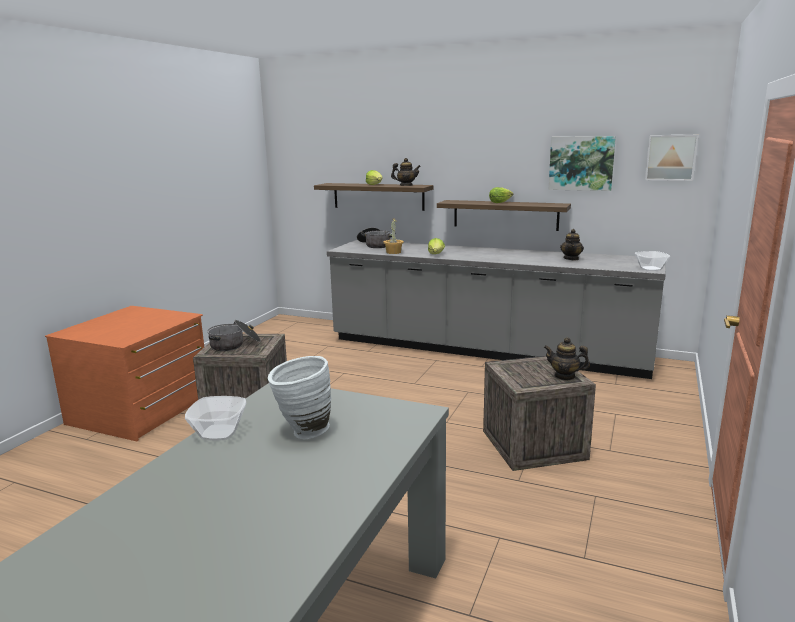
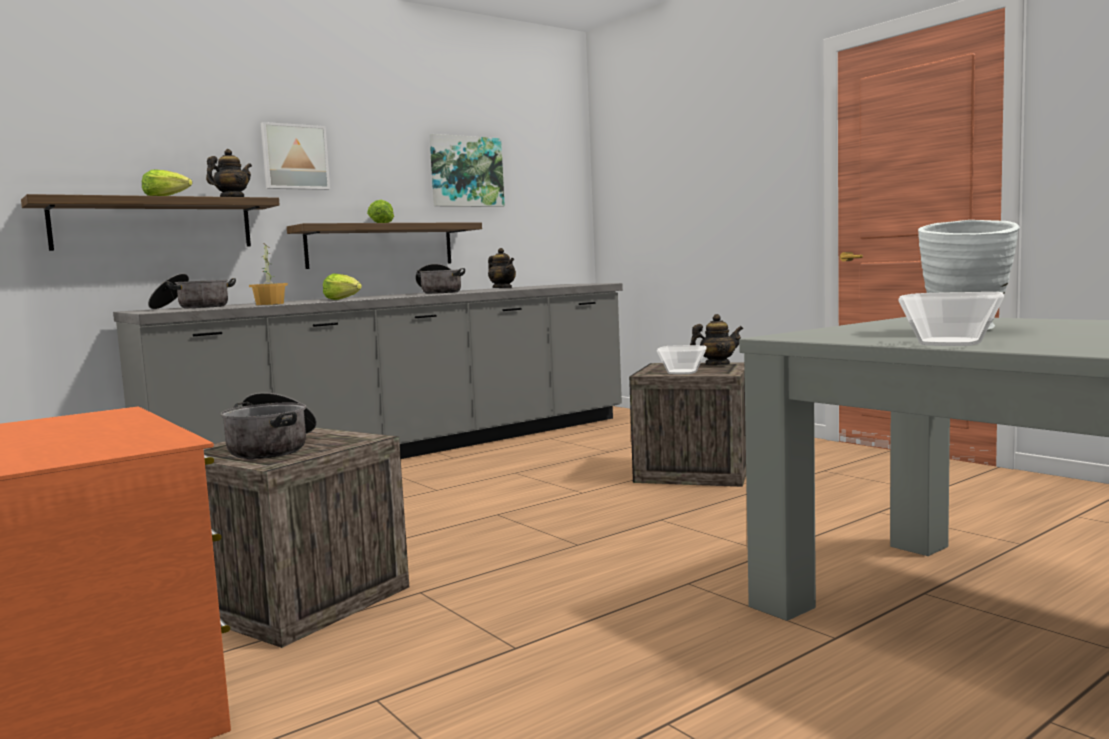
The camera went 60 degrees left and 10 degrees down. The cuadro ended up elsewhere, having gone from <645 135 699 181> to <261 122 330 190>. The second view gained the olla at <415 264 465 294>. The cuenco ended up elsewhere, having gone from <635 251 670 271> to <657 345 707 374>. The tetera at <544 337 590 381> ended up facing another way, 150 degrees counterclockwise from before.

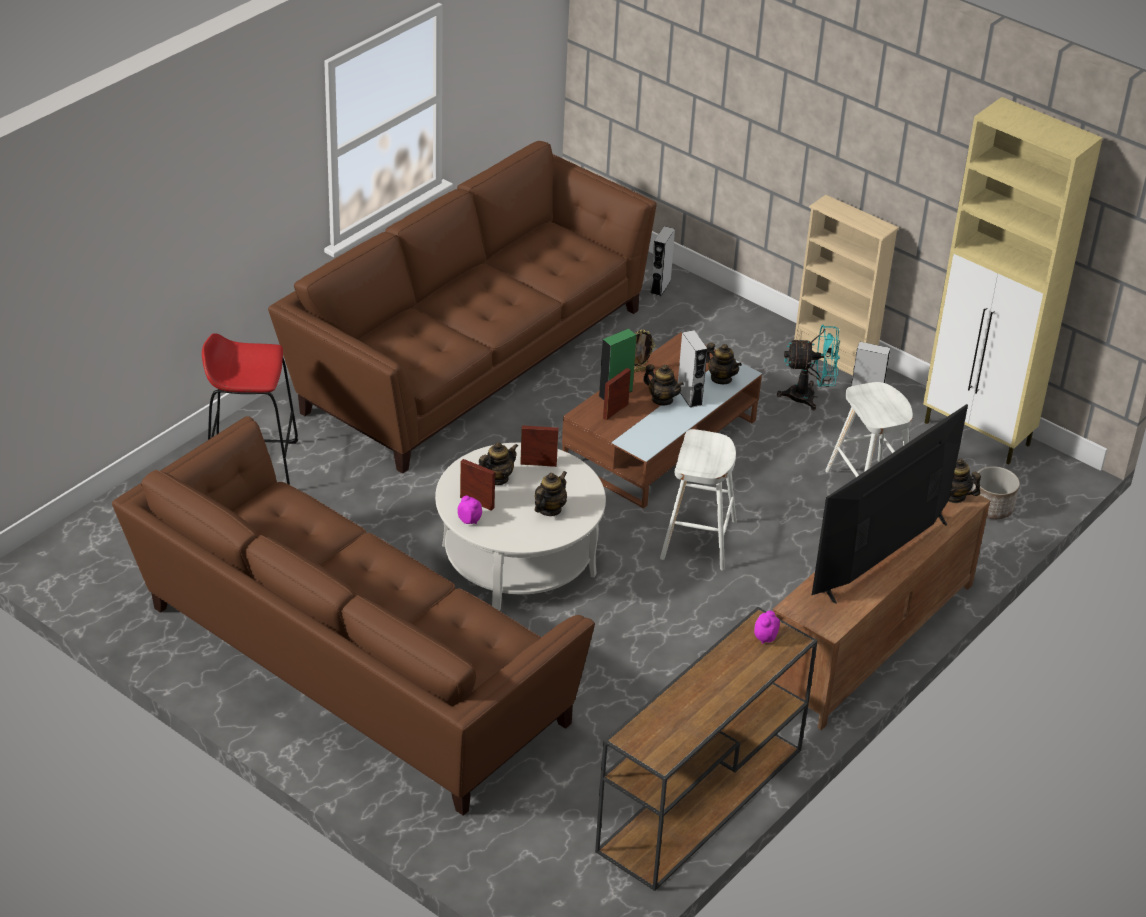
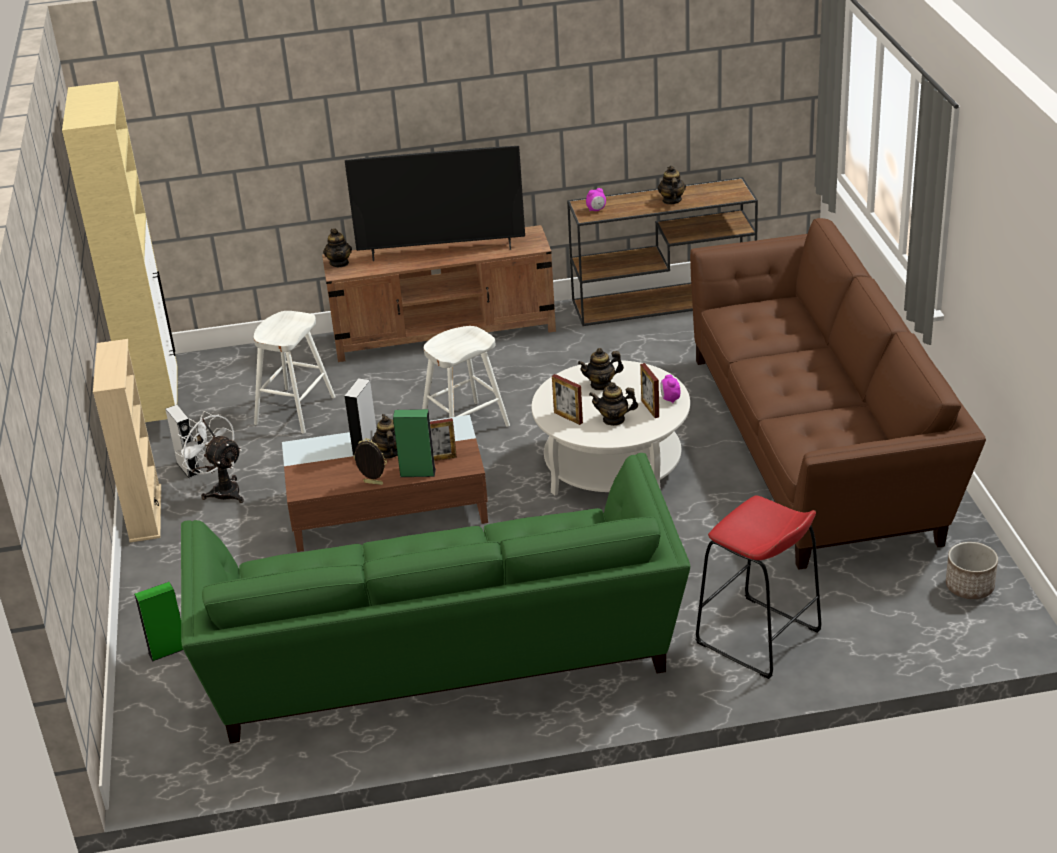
The camera went 135 degrees left and 5 degrees down. What was the altavoz [gris] at <650 226 675 296> turned into the altavoz [verde] at <134 582 183 662>. What was the ventilador [turquesa] at <777 325 840 410> turned into the ventilador [blanco] at <175 411 244 503>. What was the sofá [marrón] at <268 141 657 474> turned into the sofá [verde] at <181 453 690 744>. The tetera ended up elsewhere, having gone from <706 343 742 384> to <658 166 686 204>. The maceta ended up elsewhere, having gone from <972 466 1020 519> to <946 542 998 599>.

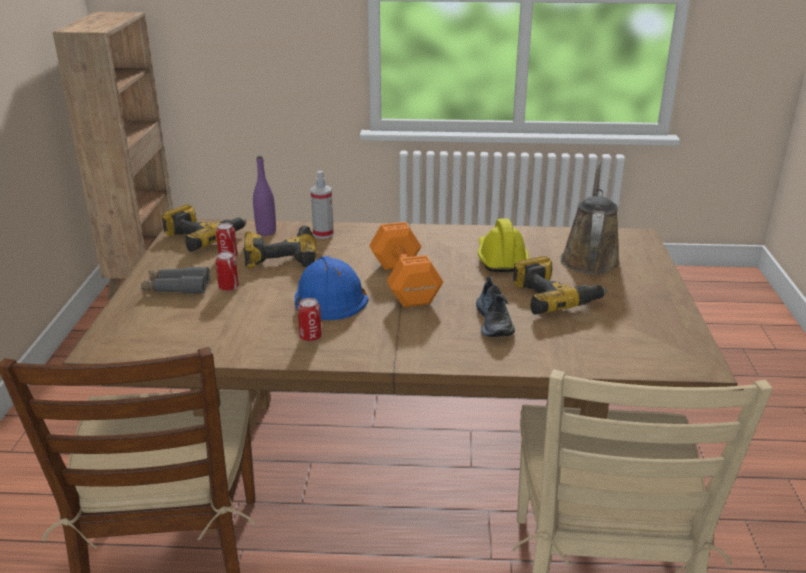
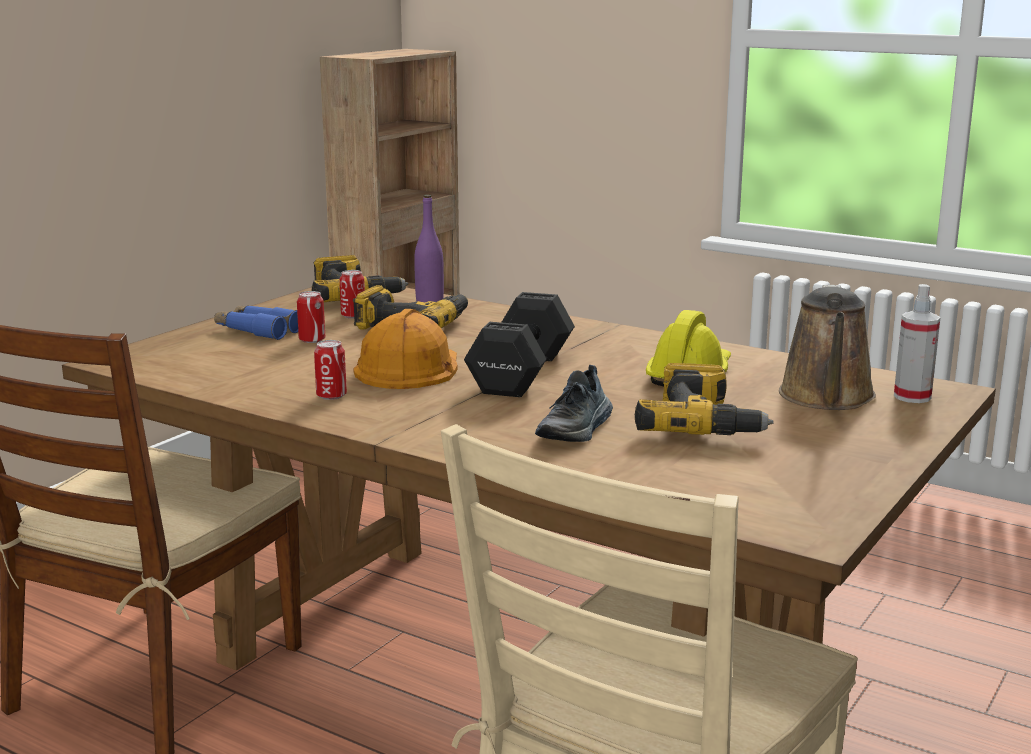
The camera went 30 degrees right and 10 degrees down. What was the prismáticos [gris] at <141 267 210 294> turned into the prismáticos [azul] at <214 305 298 340>. What was the casco [azul] at <295 256 368 320> turned into the casco [naranja] at <353 309 458 389>. What was the mancuerna [naranja] at <369 222 443 307> turned into the mancuerna [negro] at <464 292 575 397>. The regadera [marrón] at <561 162 620 274> ended up facing another way, 150 degrees clockwise from before. The pulverizador ended up elsewhere, having gone from <311 171 334 239> to <894 284 941 403>.

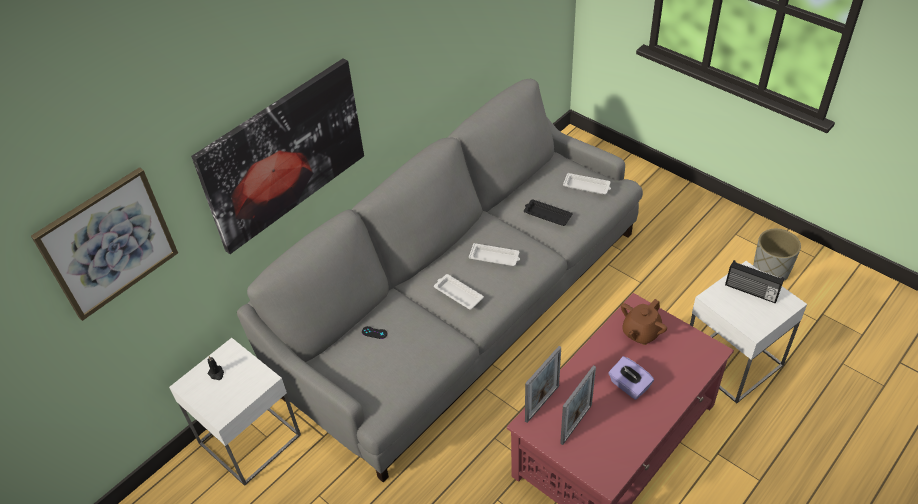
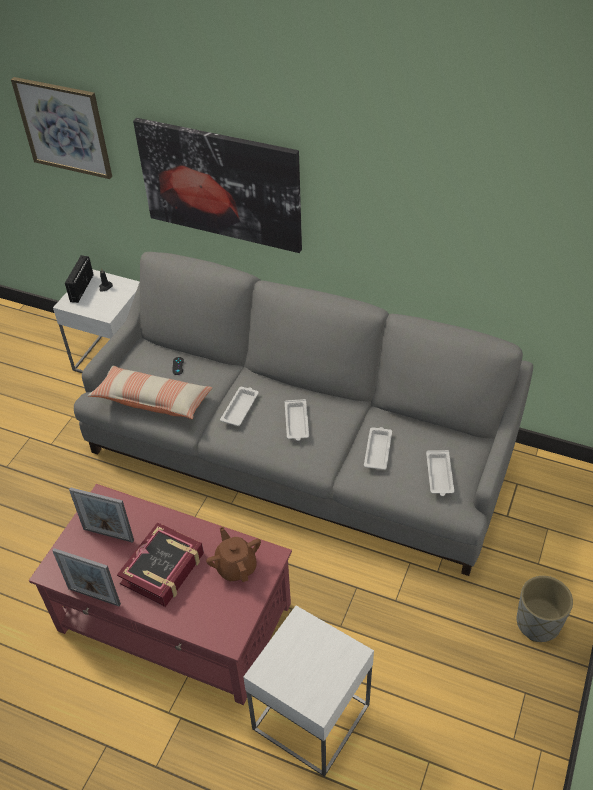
The camera went 70 degrees right and 0 degrees up. The portarretratos ended up elsewhere, having gone from <525 346 561 423> to <52 548 121 606>. The radio ended up elsewhere, having gone from <725 260 784 303> to <65 255 94 303>. The second view gained the cojín at <88 366 212 419>. Where the caja de pañuelos [morado] stood at <608 356 654 400>, the libro came to stand at <117 522 204 607>. The tetera [marrón] at <621 299 667 345> ended up facing another way, 45 degrees clockwise from before. What was the bandeja [negro] at <524 199 573 226> turned into the bandeja [blanco] at <364 427 392 470>. The maceta [gris] ended up elsewhere, having gone from <753 229 801 280> to <517 576 573 642>.

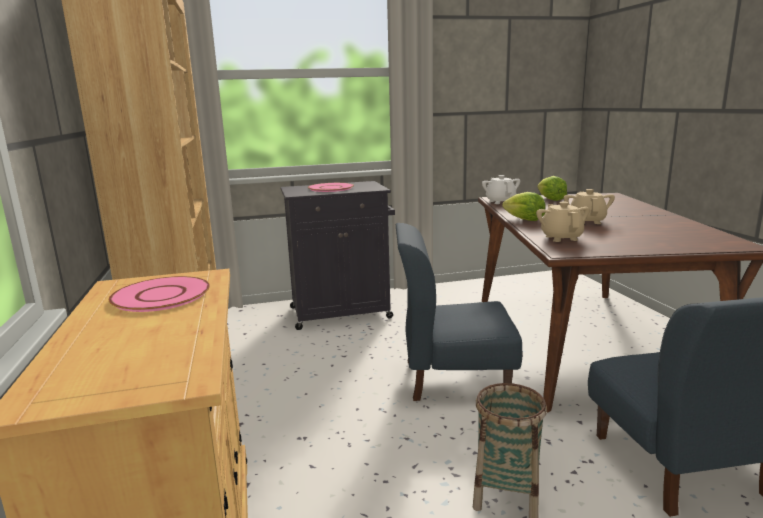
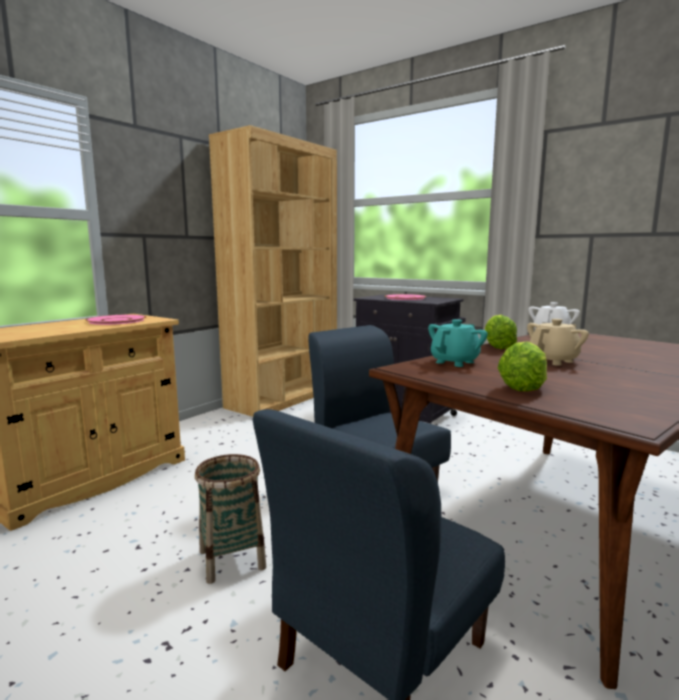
The camera went 50 degrees right and 5 degrees down. What was the tetera [beis] at <536 202 590 242> turned into the tetera [turquesa] at <428 319 488 367>. The lechuga ended up elsewhere, having gone from <537 176 567 201> to <498 341 547 391>.

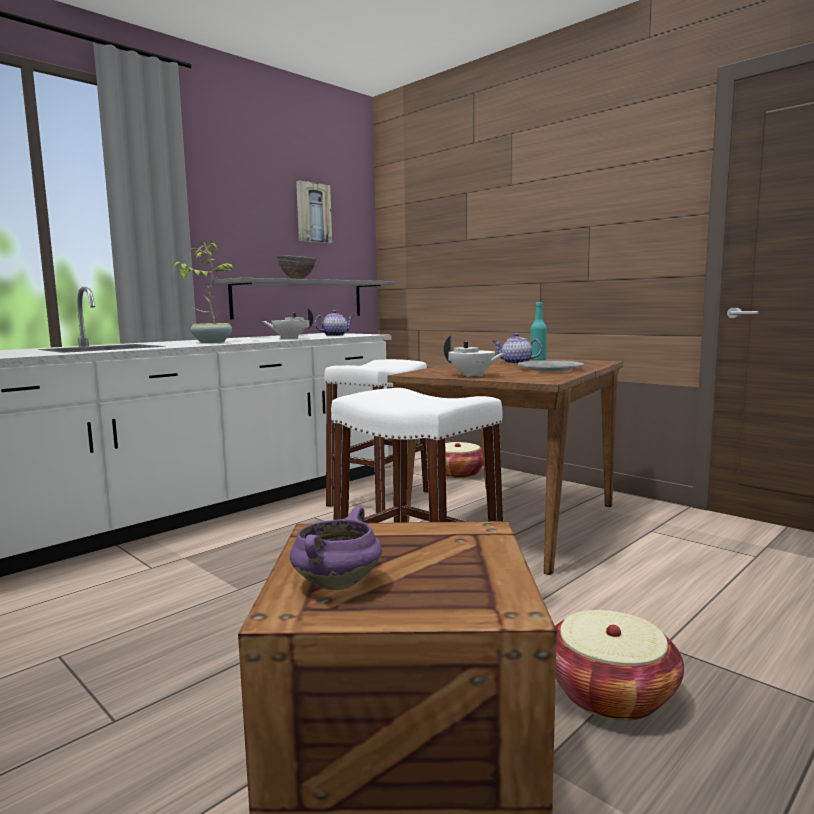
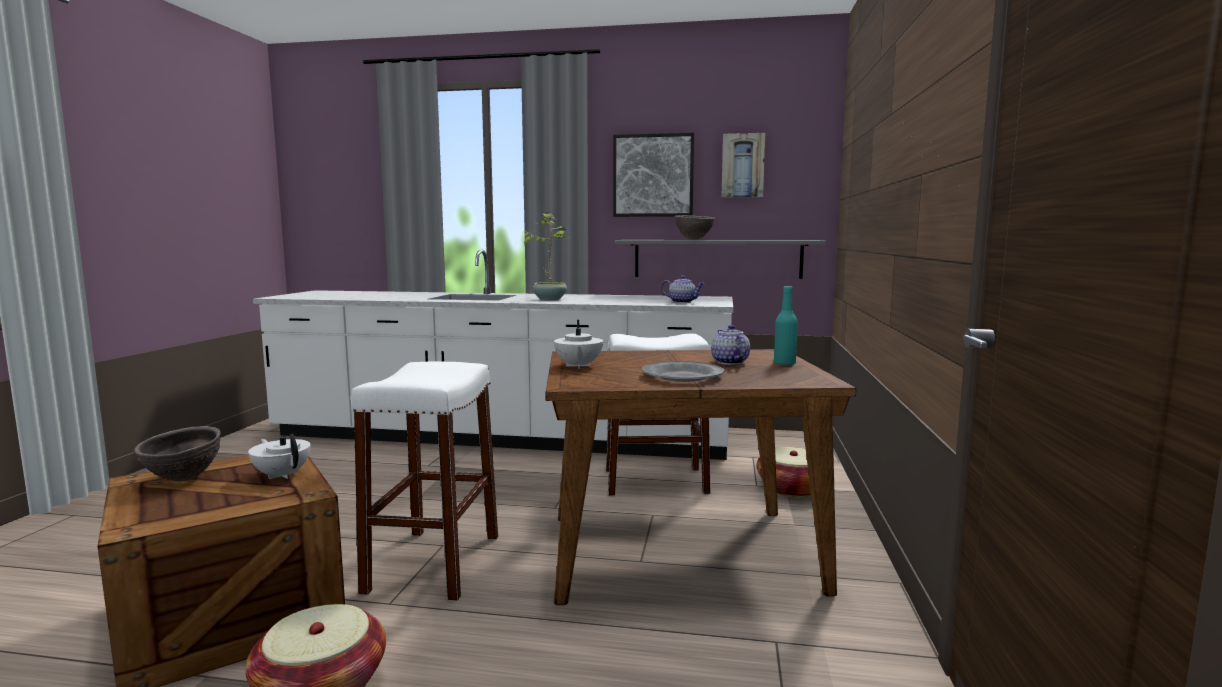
The camera went 55 degrees right and 0 degrees up. Where the olla [morado] stood at <290 506 382 590>, the cuenco [marrón] came to stand at <134 426 221 482>. The tetera [blanco] ended up elsewhere, having gone from <262 308 313 339> to <248 434 311 479>. The second view gained the cuadro at <613 133 694 217>.

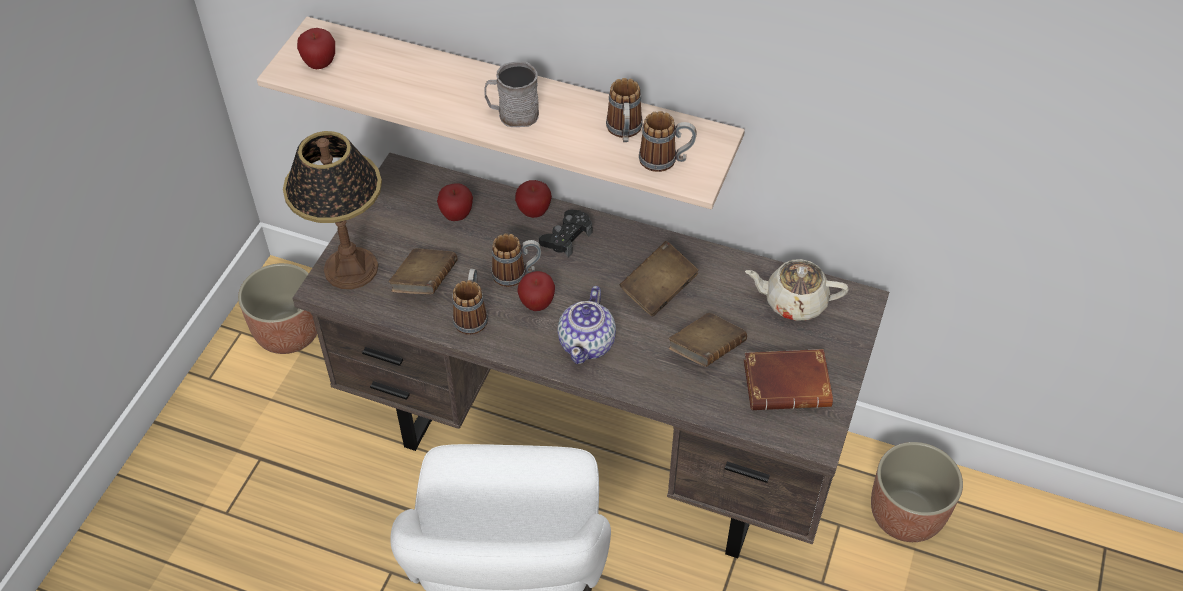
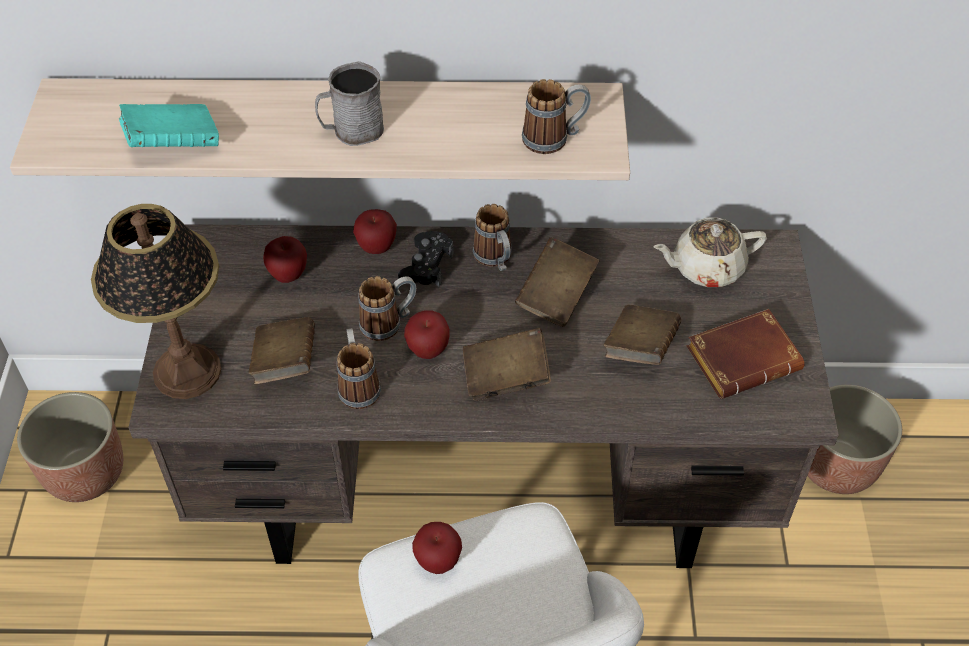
The camera went 20 degrees left and 0 degrees up. The second view gained the libro [turquesa] at <119 104 219 147>. The manzana ended up elsewhere, having gone from <297 28 335 69> to <412 522 462 574>. Where the tetera stood at <557 286 616 364>, the libro [marrón] came to stand at <463 328 551 401>. The taza grande ended up elsewhere, having gone from <606 78 643 142> to <473 204 512 271>.

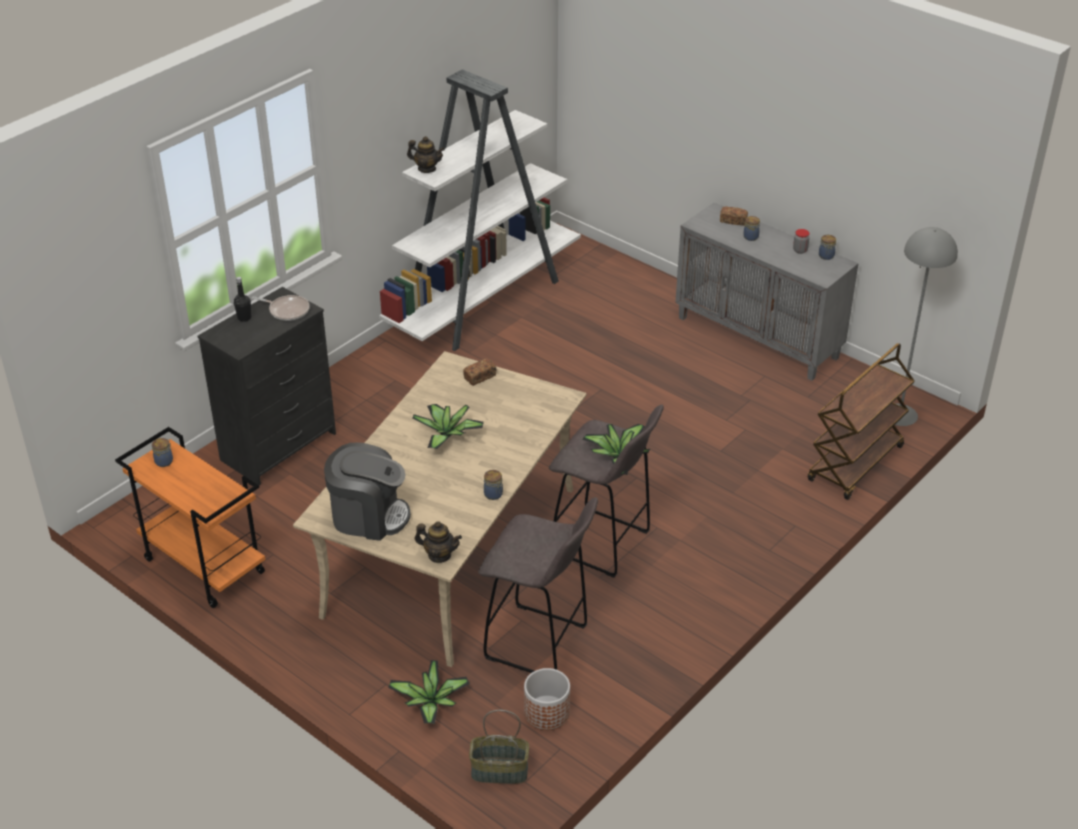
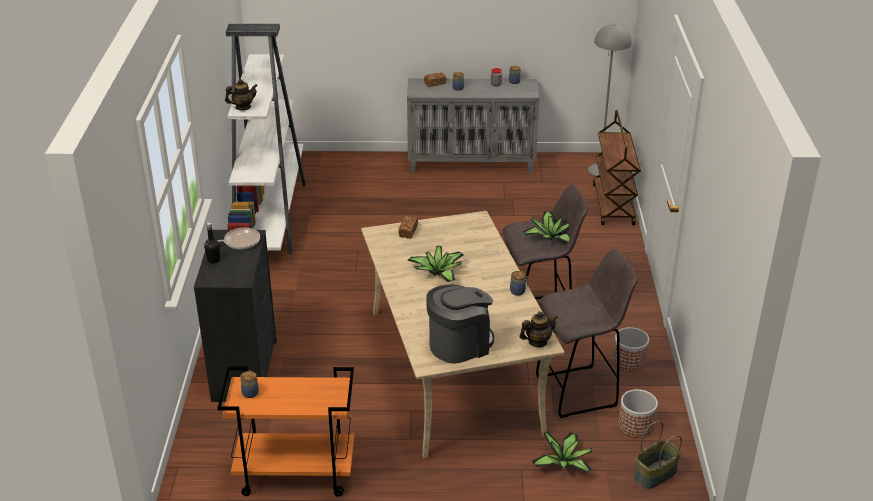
The camera went 40 degrees left and 5 degrees down. The second view gained the maceta at <613 327 649 372>.

